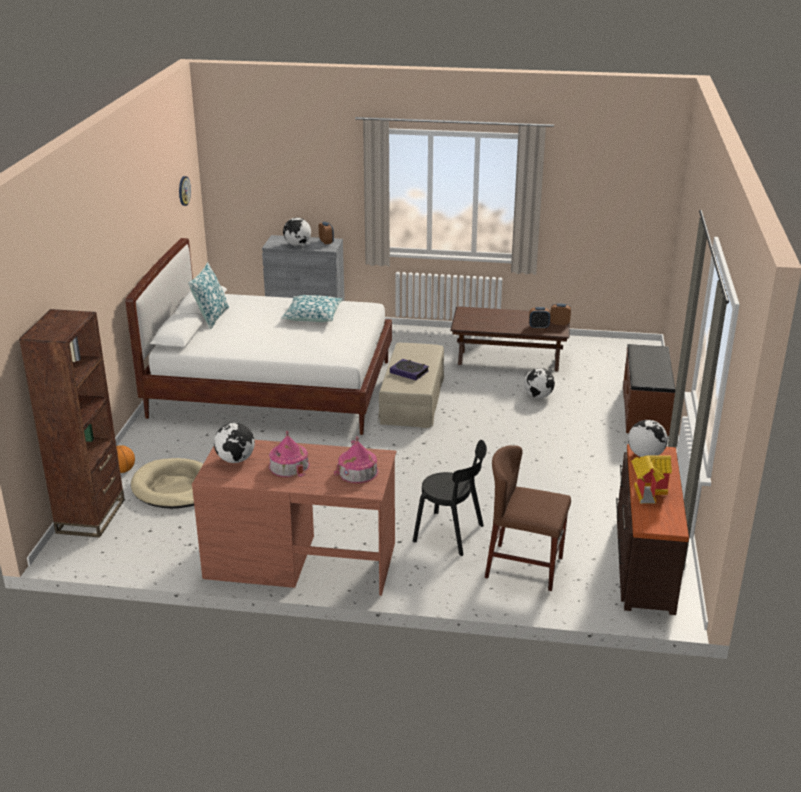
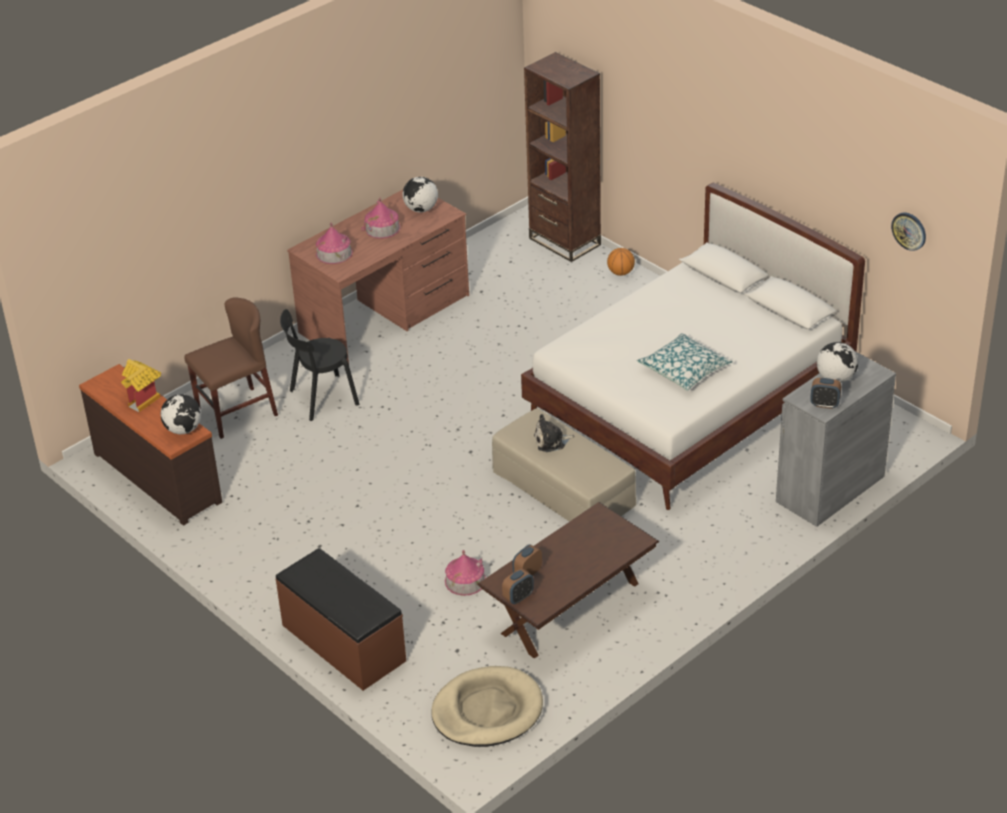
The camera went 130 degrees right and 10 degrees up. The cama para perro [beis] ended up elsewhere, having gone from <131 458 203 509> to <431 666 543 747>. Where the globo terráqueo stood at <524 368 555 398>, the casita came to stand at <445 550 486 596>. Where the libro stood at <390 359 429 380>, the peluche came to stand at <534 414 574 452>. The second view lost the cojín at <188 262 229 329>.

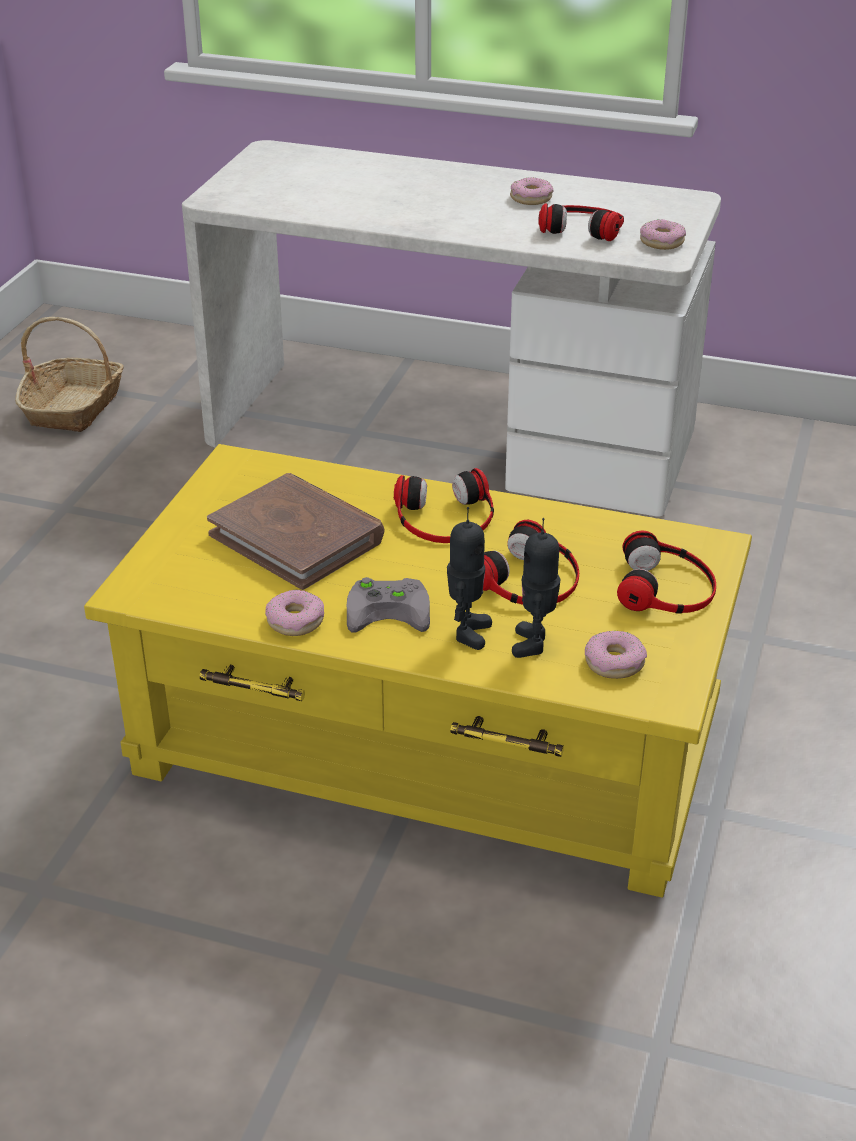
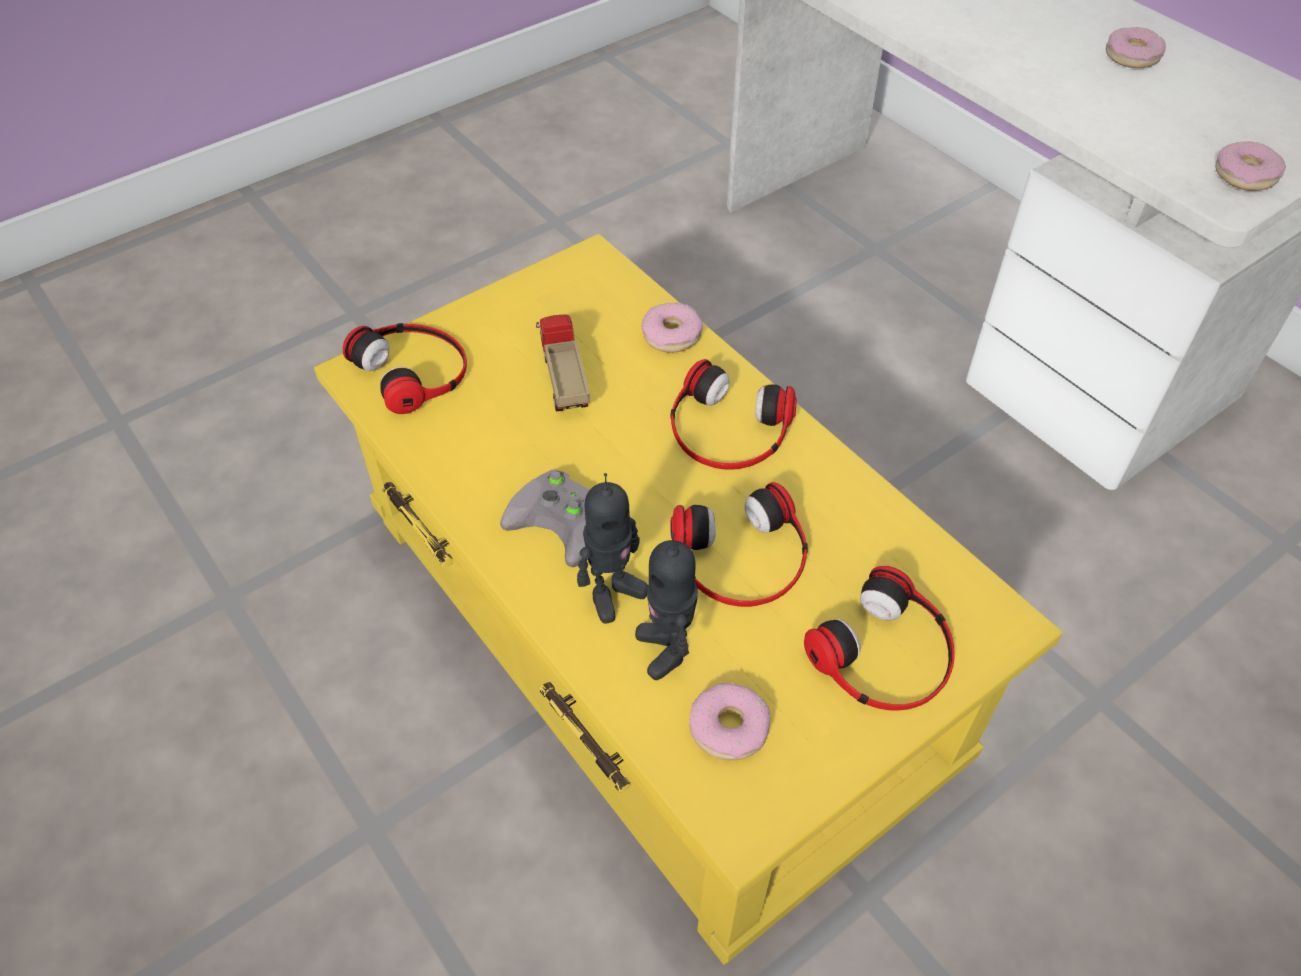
The camera went 35 degrees right and 15 degrees up. The auriculares ended up elsewhere, having gone from <538 204 624 241> to <343 323 467 414>. Where the libro [marrón] stood at <207 473 384 590>, the camión de juguete came to stand at <536 314 590 412>. The robot de juguete at <512 518 560 658> ended up facing another way, 60 degrees counterclockwise from before. The rosquilla ended up elsewhere, having gone from <265 590 324 636> to <641 302 703 352>. The second view lost the cesta at <15 317 124 432>.

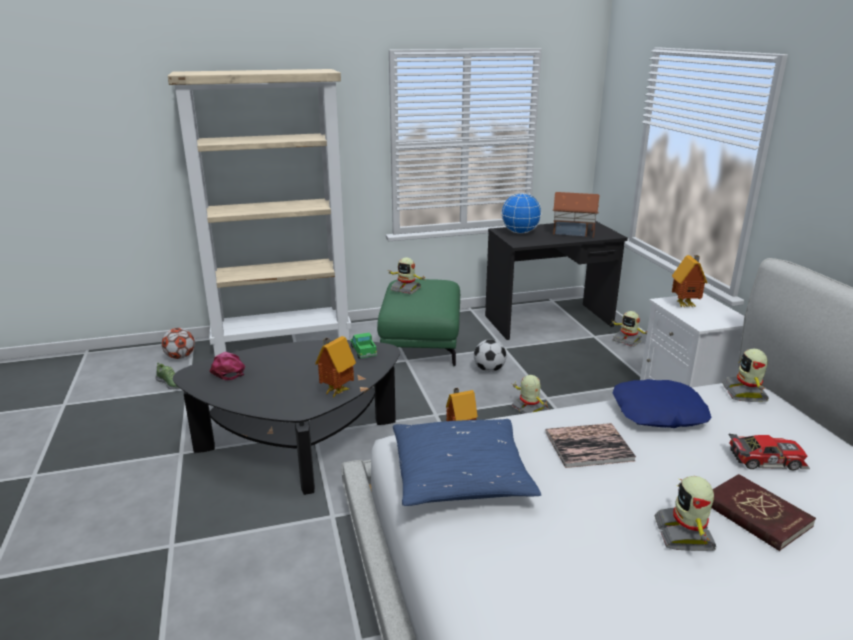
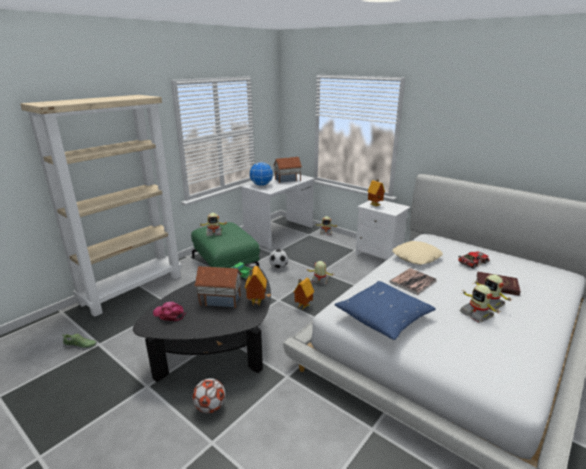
The camera went 35 degrees left and 0 degrees up. The balón de fútbol ended up elsewhere, having gone from <161 328 195 359> to <192 378 226 413>. The second view gained the casita at <194 266 242 308>. What was the escritorio [negro] at <485 221 628 340> turned into the escritorio [blanco] at <241 174 316 249>. What was the cojín [azul] at <613 379 712 428> turned into the cojín [beis] at <392 241 443 265>. The robot de juguete ended up elsewhere, having gone from <722 349 769 402> to <460 285 499 323>.

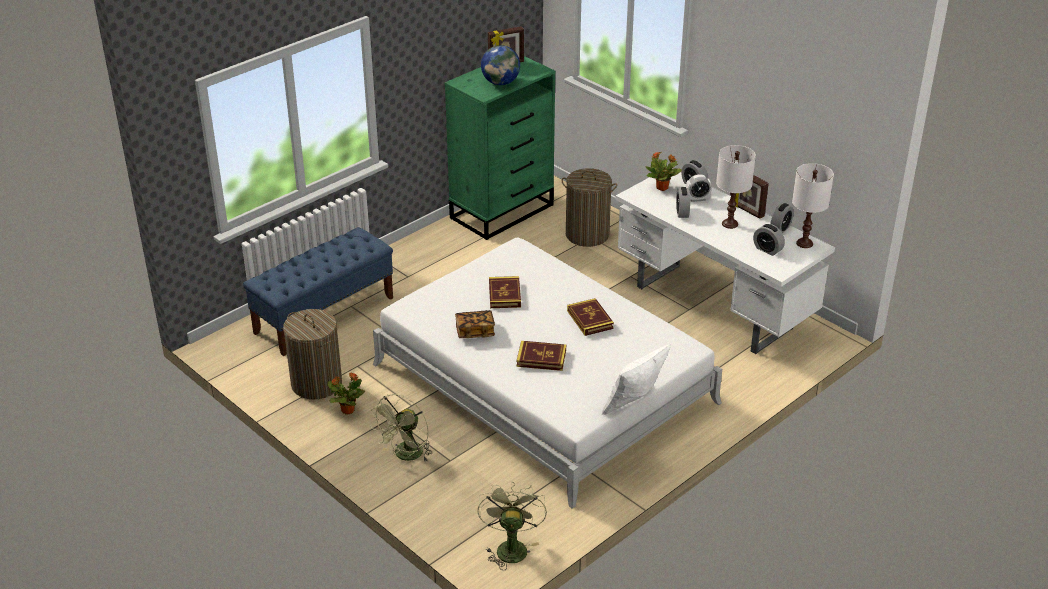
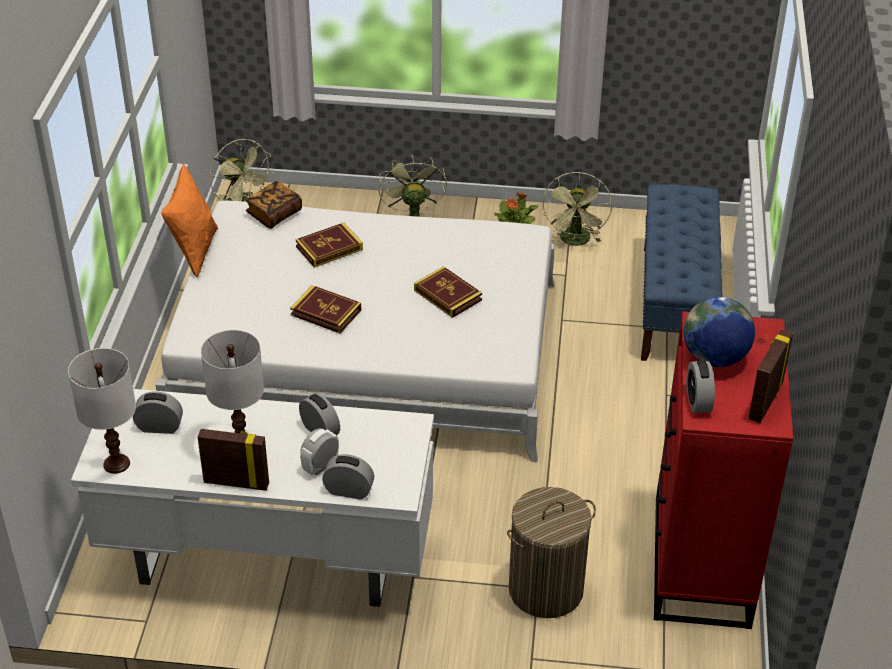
The camera went 140 degrees right and 5 degrees up. What was the cojín [blanco] at <601 344 671 415> turned into the cojín [naranja] at <161 164 218 278>. The libro ended up elsewhere, having gone from <455 310 495 338> to <245 181 302 229>. Where the cesto de la ropa stood at <283 309 342 400>, the ventilador [verde] came to stand at <543 172 612 246>. What was the cómoda [verde] at <445 56 555 240> turned into the cómoda [rojo] at <654 312 793 629>. The despertador ended up elsewhere, having gone from <770 203 794 233> to <686 360 715 413>. The second view lost the planta en maceta at <646 151 682 191>.

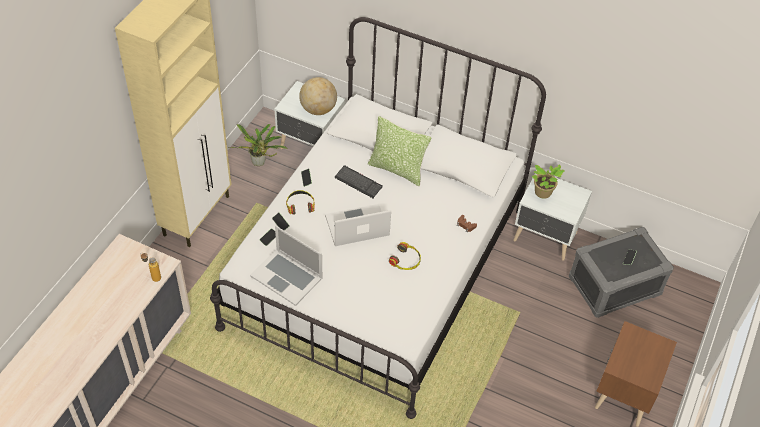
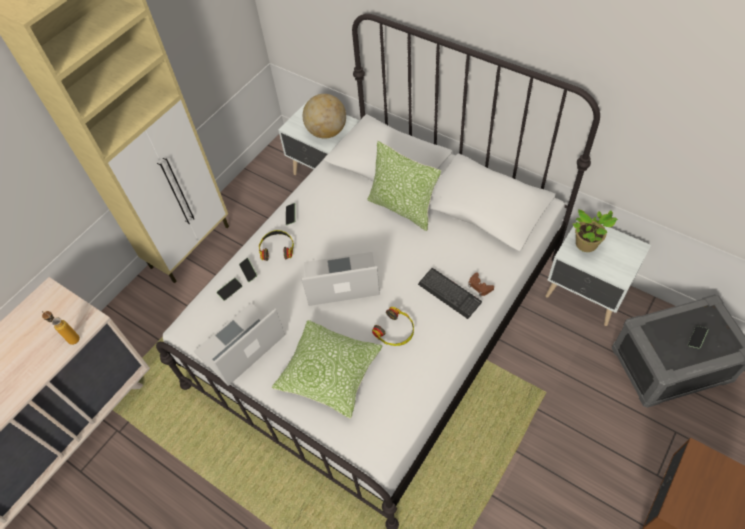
The camera went 15 degrees right and 5 degrees up. The portátil at <250 225 322 306> ended up facing another way, 90 degrees clockwise from before. The second view gained the cojín at <271 320 383 419>. The teclado ended up elsewhere, having gone from <334 165 383 198> to <418 268 482 319>. The second view lost the planta en maceta at <228 124 288 166>.

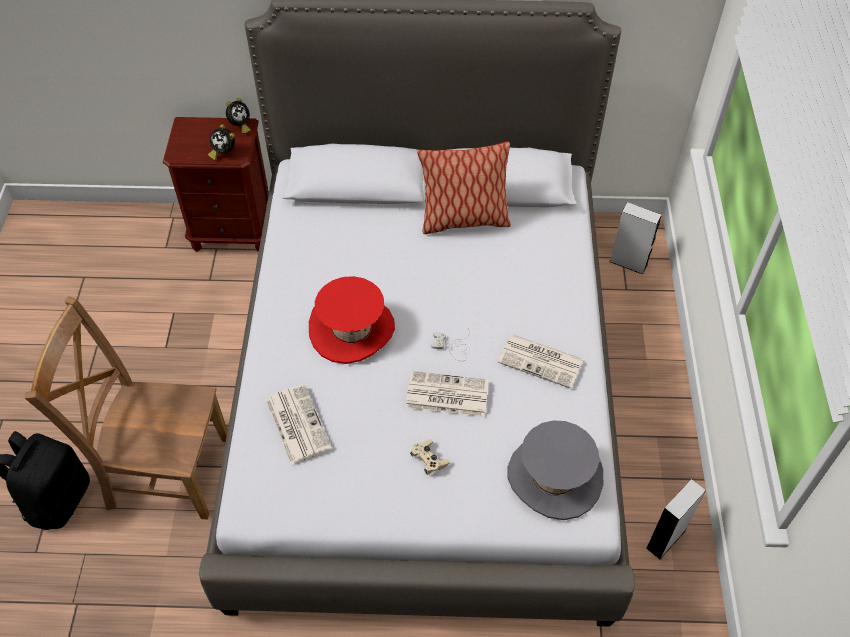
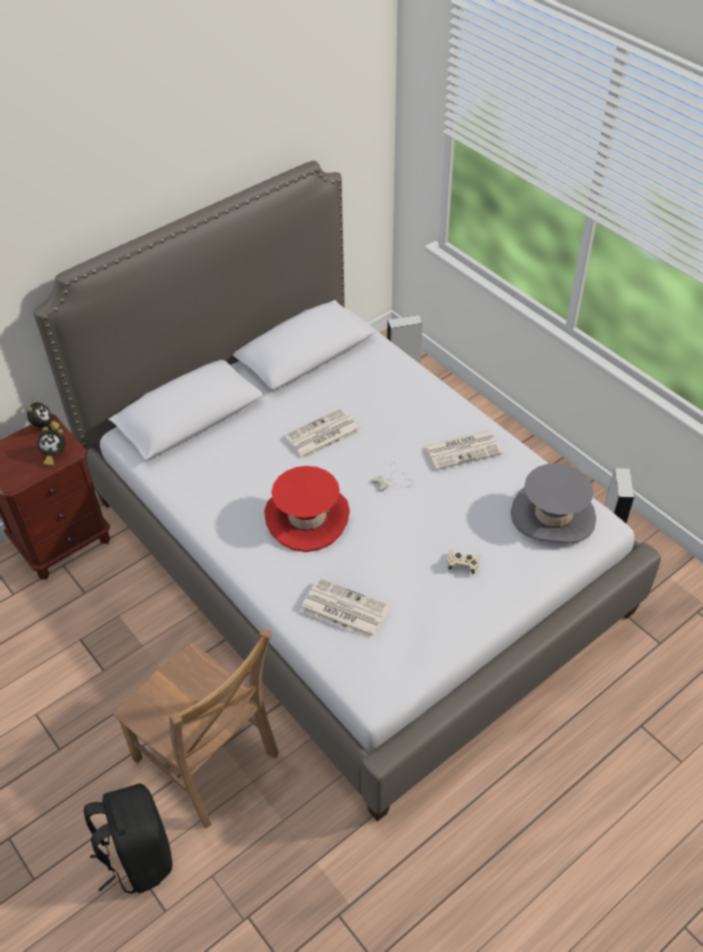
The camera went 40 degrees left and 5 degrees down. The silla [marrón] at <25 296 228 520> ended up facing another way, 105 degrees counterclockwise from before. The periódico ended up elsewhere, having gone from <405 371 489 417> to <284 408 361 459>. The second view lost the cojín at <417 142 511 234>.

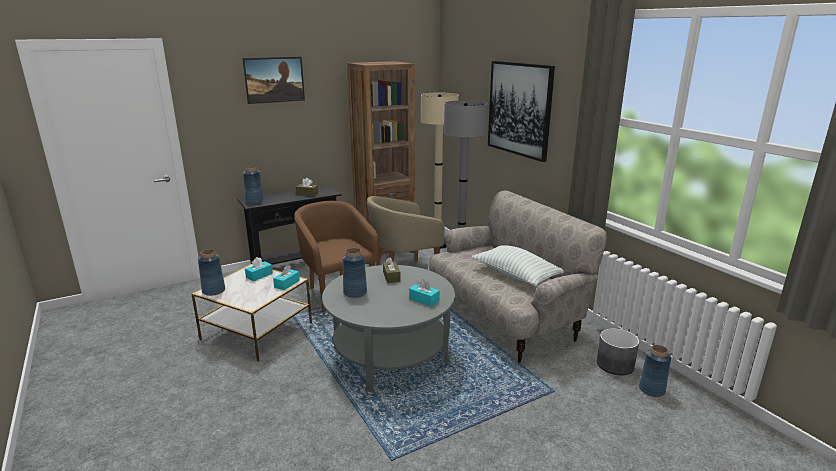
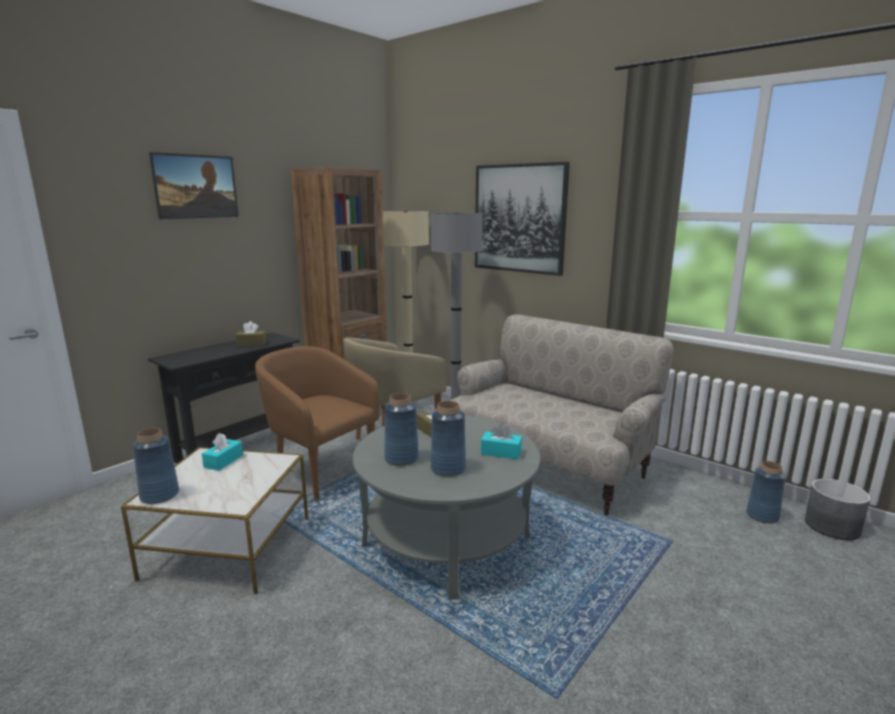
The camera went 20 degrees left and 5 degrees down. The florero [azul] ended up elsewhere, having gone from <243 166 264 203> to <430 401 466 477>. The maceta [gris] ended up elsewhere, having gone from <597 328 639 375> to <805 479 871 540>. The second view lost the caja de pañuelos [turquesa] at <273 265 300 290>. The second view lost the cojín at <471 245 564 286>.

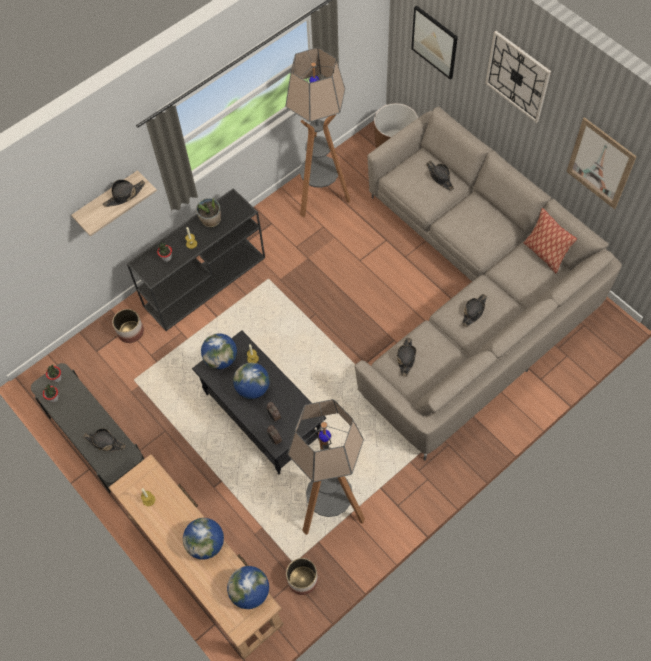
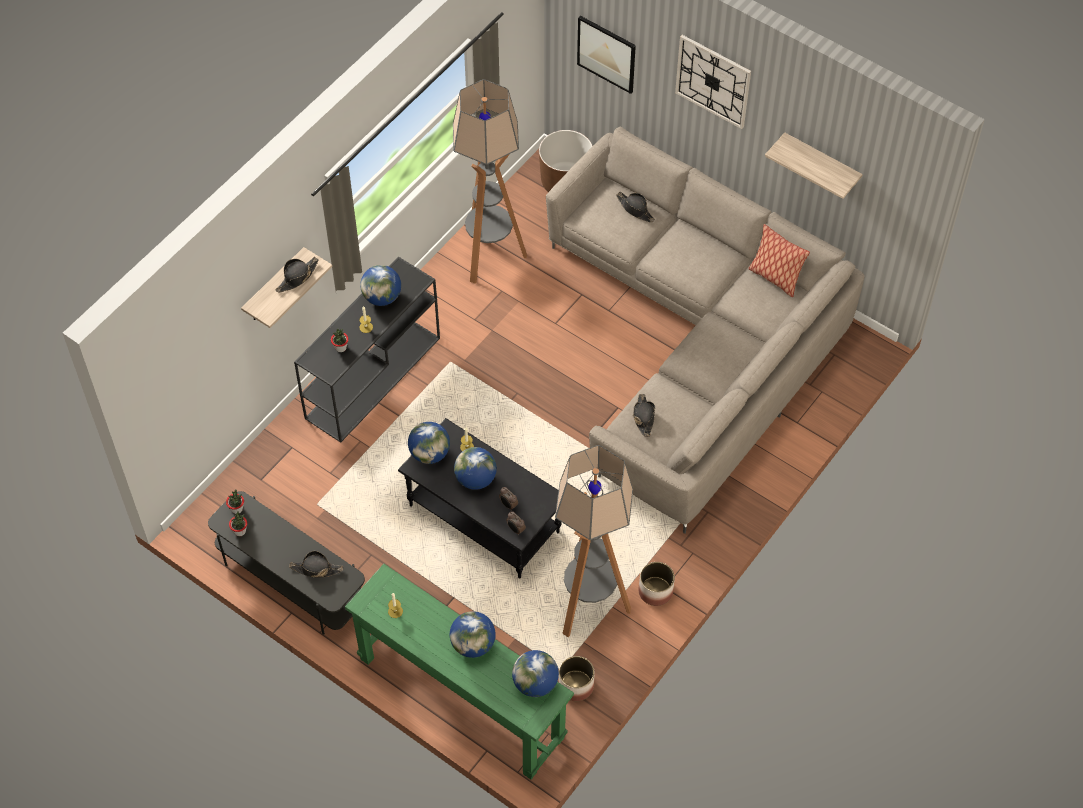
The camera went 15 degrees left and 5 degrees down. What was the mesa consola [marrón] at <108 454 283 659> turned into the mesa consola [verde] at <345 564 574 780>. Where the planta en maceta stood at <196 198 221 227>, the globo terráqueo came to stand at <360 265 401 306>. The maceta ended up elsewhere, having gone from <112 309 144 343> to <639 562 675 606>. Where the cuadro hung at <567 117 637 209>, the estante came to hang at <765 132 863 199>. The second view lost the sombrero [negro] at <462 294 487 327>.

